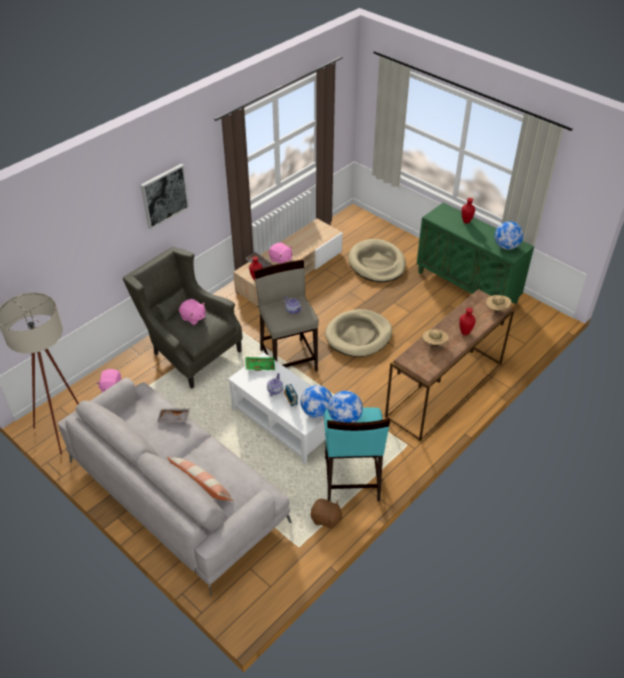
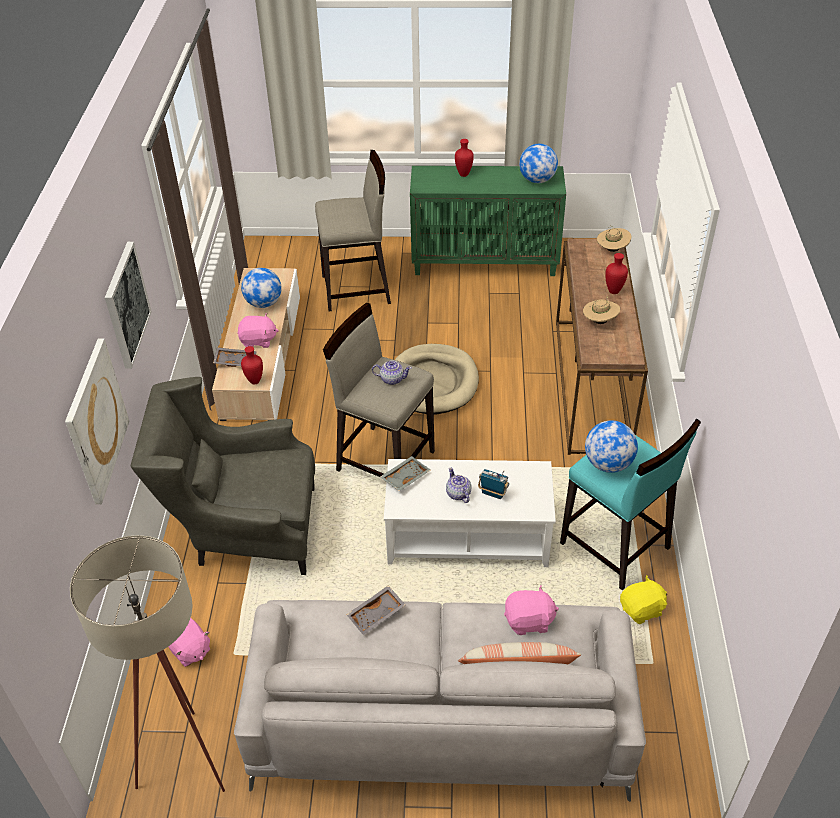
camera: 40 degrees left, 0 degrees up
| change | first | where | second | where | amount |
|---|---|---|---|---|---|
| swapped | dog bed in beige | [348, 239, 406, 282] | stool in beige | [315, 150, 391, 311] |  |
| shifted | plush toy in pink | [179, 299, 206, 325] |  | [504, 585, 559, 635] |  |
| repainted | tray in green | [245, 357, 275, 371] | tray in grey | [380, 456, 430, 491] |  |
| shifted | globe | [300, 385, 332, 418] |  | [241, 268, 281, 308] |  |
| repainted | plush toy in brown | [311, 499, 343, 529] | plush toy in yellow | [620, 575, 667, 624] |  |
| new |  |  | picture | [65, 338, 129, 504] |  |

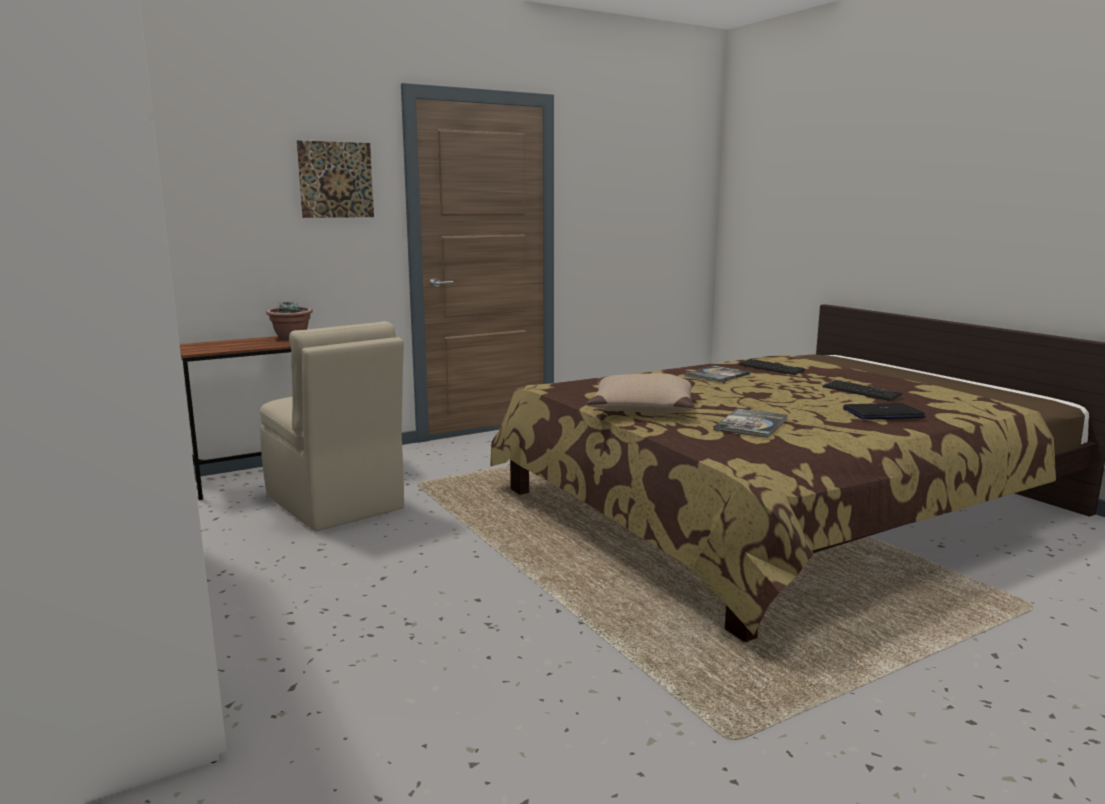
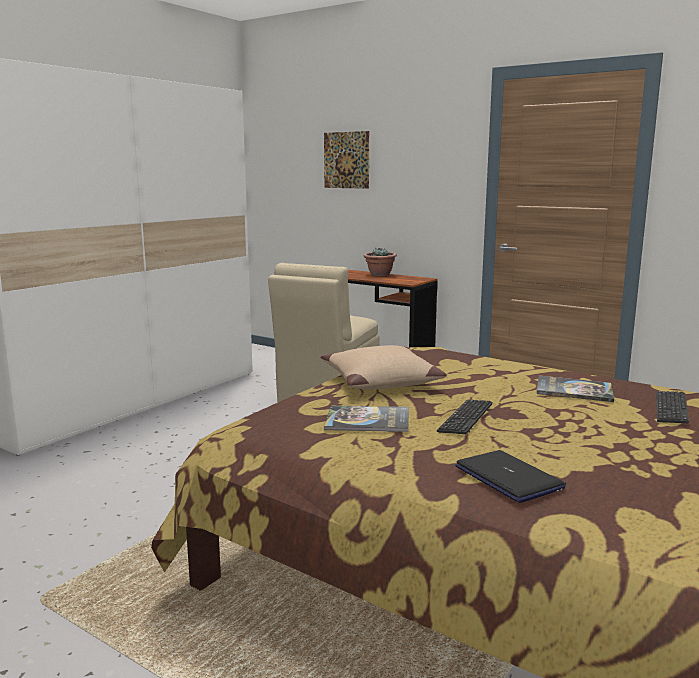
camera: 65 degrees right, 0 degrees up
| change | first | where | second | where | amount |
|---|---|---|---|---|---|
| shifted | picture | [297, 140, 374, 218] |  | [324, 131, 369, 189] |  |
| shifted | keyboard | [822, 380, 903, 401] |  | [437, 400, 493, 434] |  |

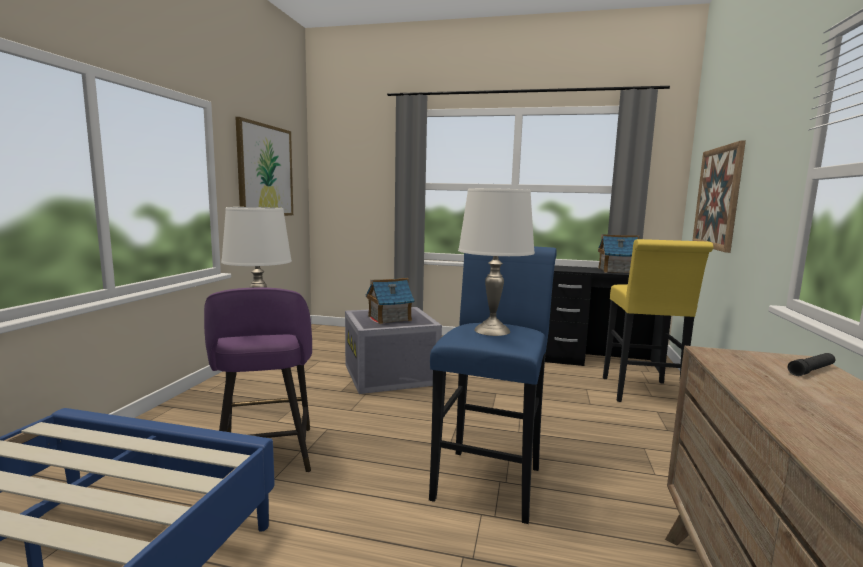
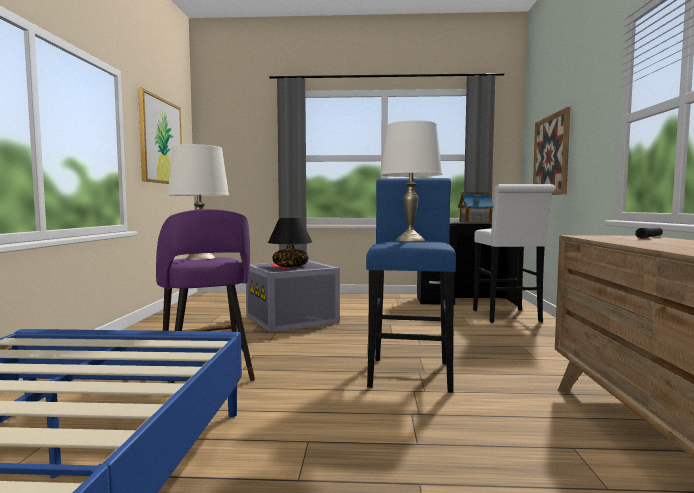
camera: 10 degrees left, 5 degrees down
| change | first | where | second | where | amount |
|---|---|---|---|---|---|
| repainted | stool in yellow | [603, 239, 713, 402] | stool in white | [473, 184, 555, 323] |  |
| swapped | toy house | [366, 278, 415, 324] | table lamp in black | [268, 218, 312, 267] |  |

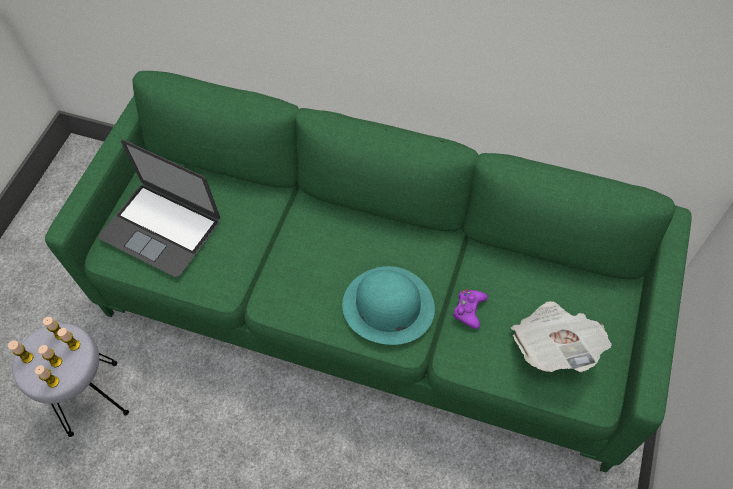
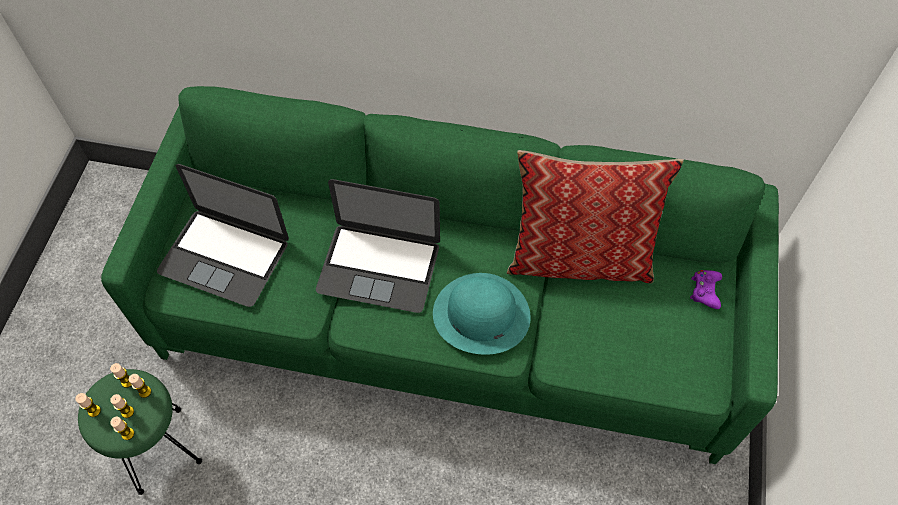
camera: 10 degrees left, 0 degrees up
| change | first | where | second | where | amount |
|---|---|---|---|---|---|
| shifted | game controller in purple | [452, 289, 488, 329] |  | [690, 270, 722, 309] |  |
| gone | newspaper | [511, 301, 612, 372] |  |  |  |
| repainted | stool in grey | [12, 323, 129, 437] | stool in green | [78, 369, 202, 495] |  |
| new |  |  | pillow | [507, 150, 684, 283] |  |
| new |  |  | laptop | [316, 179, 440, 313] |  |

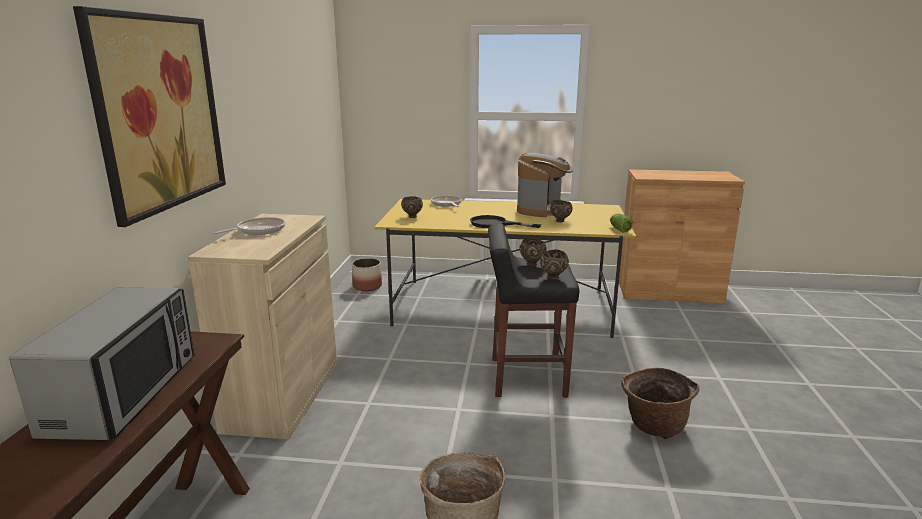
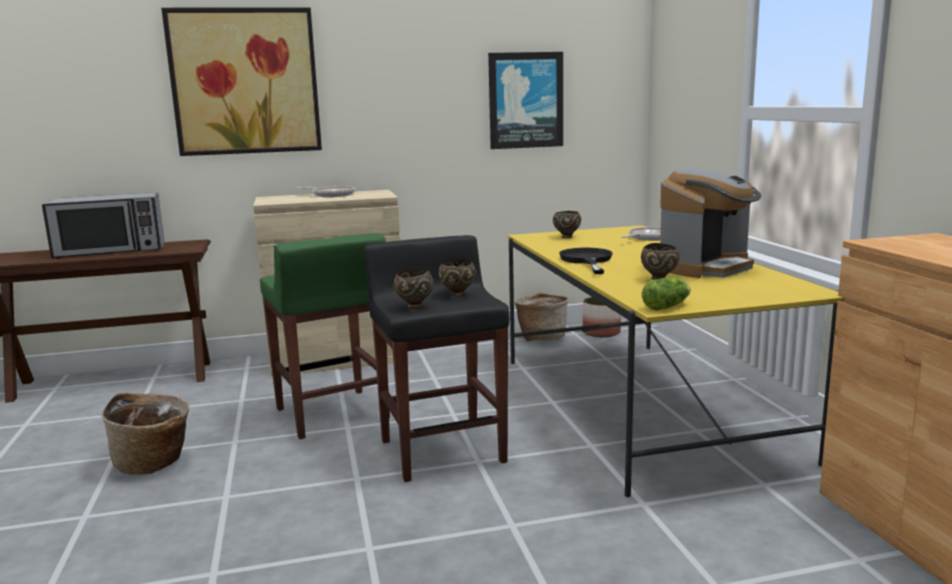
camera: 70 degrees right, 5 degrees down
| change | first | where | second | where | amount |
|---|---|---|---|---|---|
| rotated | coffee machine | [517, 153, 573, 217] |  | [660, 169, 761, 278] | 45 degrees counterclockwise |
| shifted | basket | [621, 368, 700, 439] |  | [514, 292, 568, 341] |  |
| new |  |  | picture | [488, 52, 563, 149] |  |
| new |  |  | stool in green | [260, 233, 390, 439] |  |

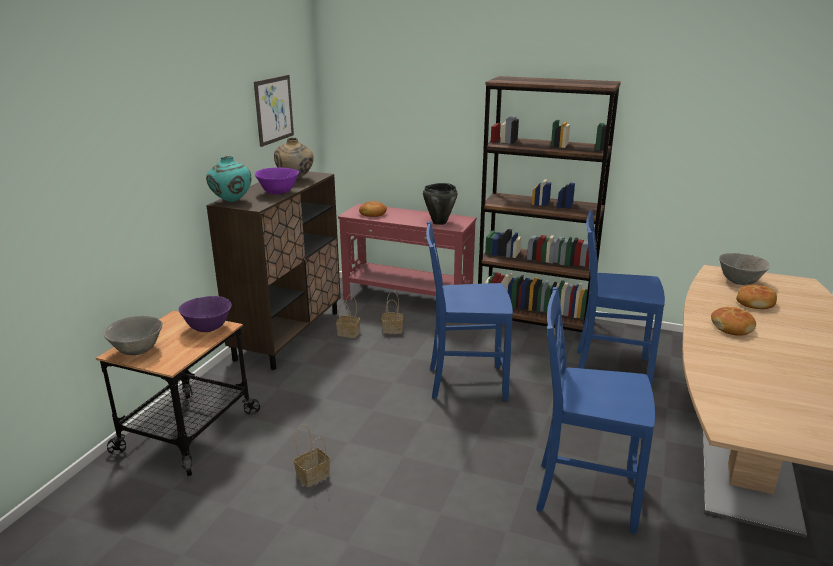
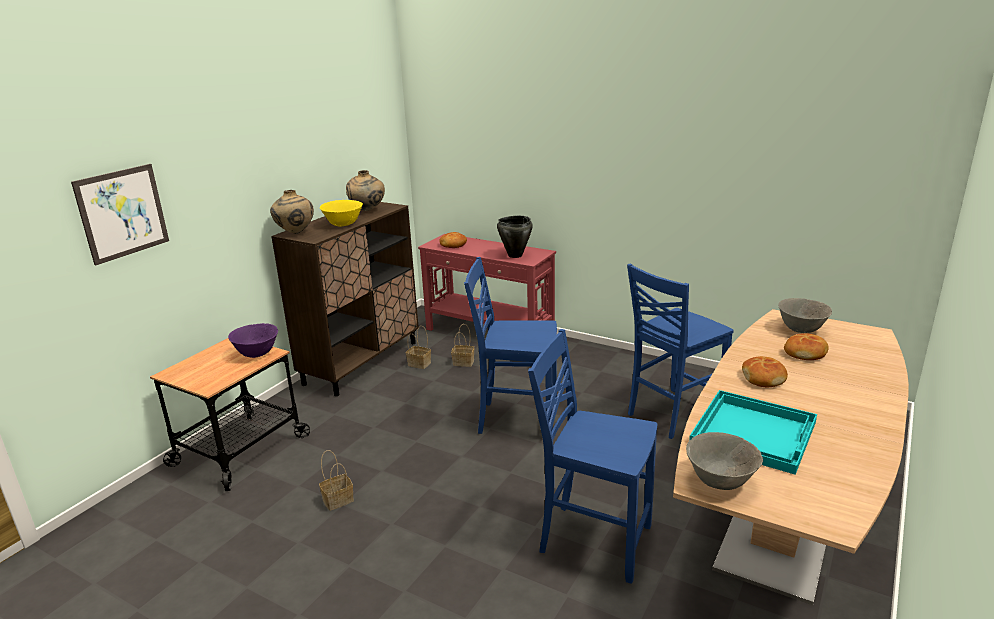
camera: 10 degrees right, 0 degrees up
| change | first | where | second | where | amount |
|---|---|---|---|---|---|
| shifted | picture | [254, 75, 294, 147] |  | [71, 164, 169, 265] |  |
| gone | bookcase in brown | [478, 76, 621, 332] |  |  |  |
| repainted | vase in turquoise | [206, 156, 251, 202] | vase in beige | [270, 190, 314, 234] |  |
| repainted | bowl in purple | [255, 168, 299, 194] | bowl in yellow | [320, 200, 363, 226] |  |
| rotated | chair in blue | [577, 210, 665, 387] |  | [627, 263, 734, 439] | 60 degrees counterclockwise |
| shifted | bowl in grey | [104, 316, 163, 355] |  | [686, 432, 763, 490] |  |
| new |  |  | tray in turquoise | [689, 390, 817, 475] |  |

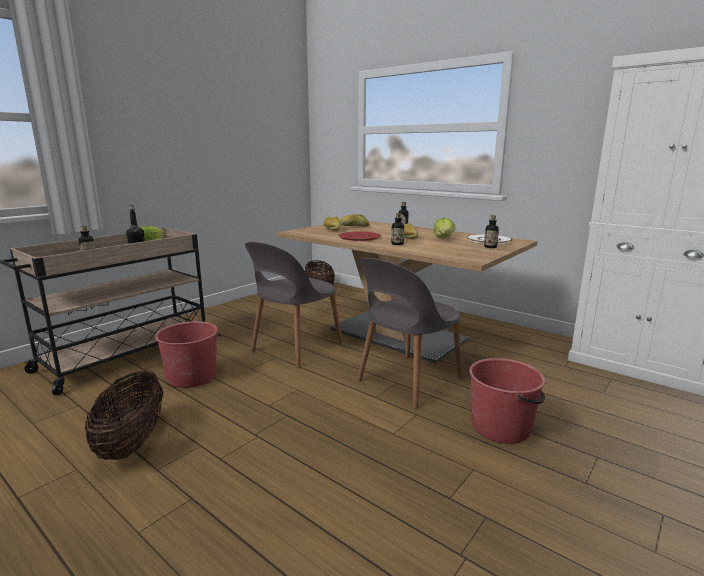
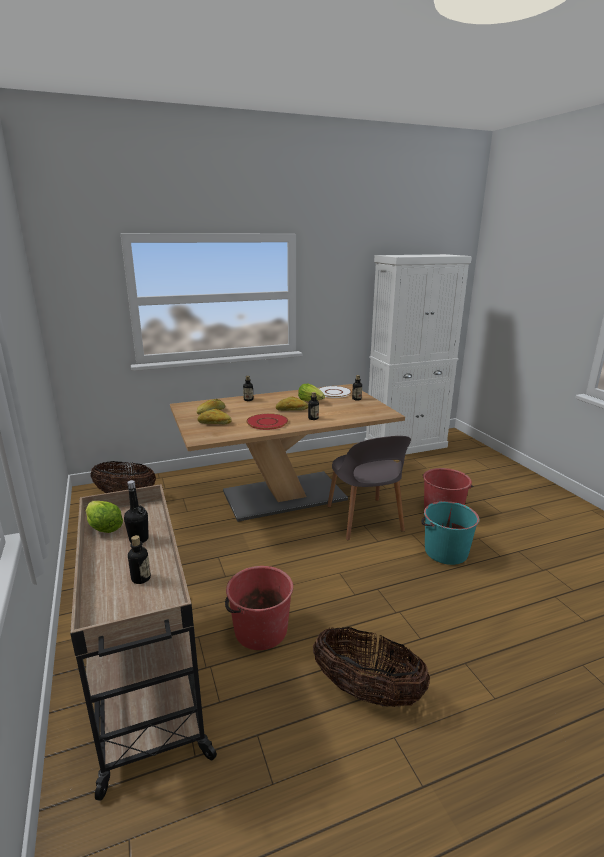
camera: 60 degrees left, 5 degrees up
| change | first | where | second | where | amount |
|---|---|---|---|---|---|
| gone | chair in grey | [245, 242, 343, 368] |  |  |  |
| new |  |  | bucket in turquoise | [421, 501, 479, 565] |  |

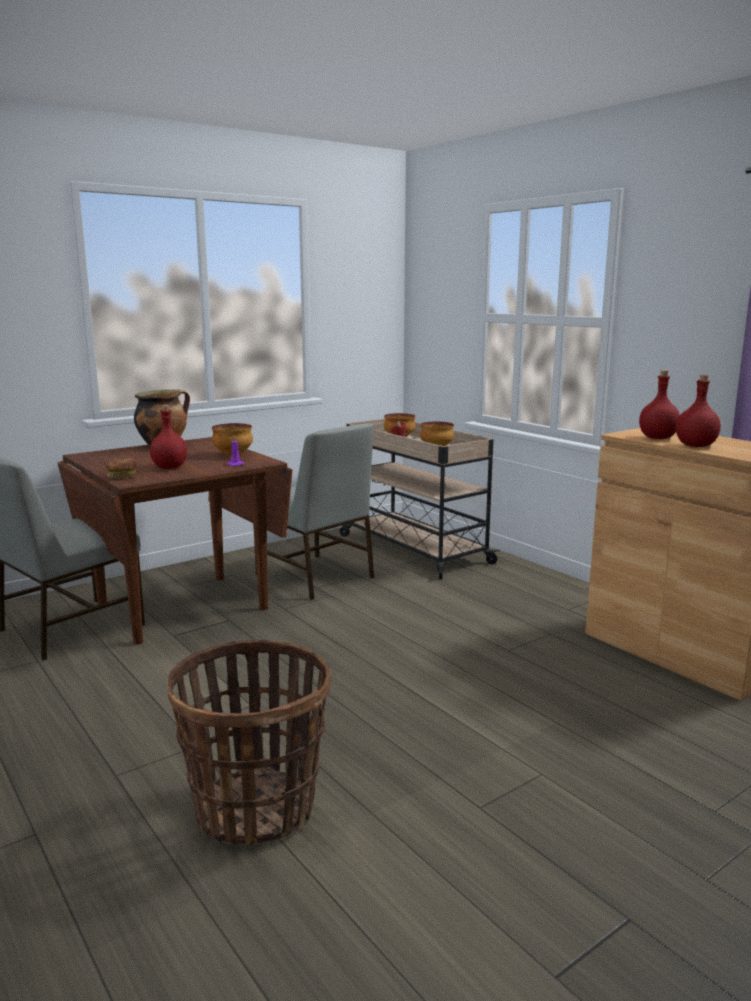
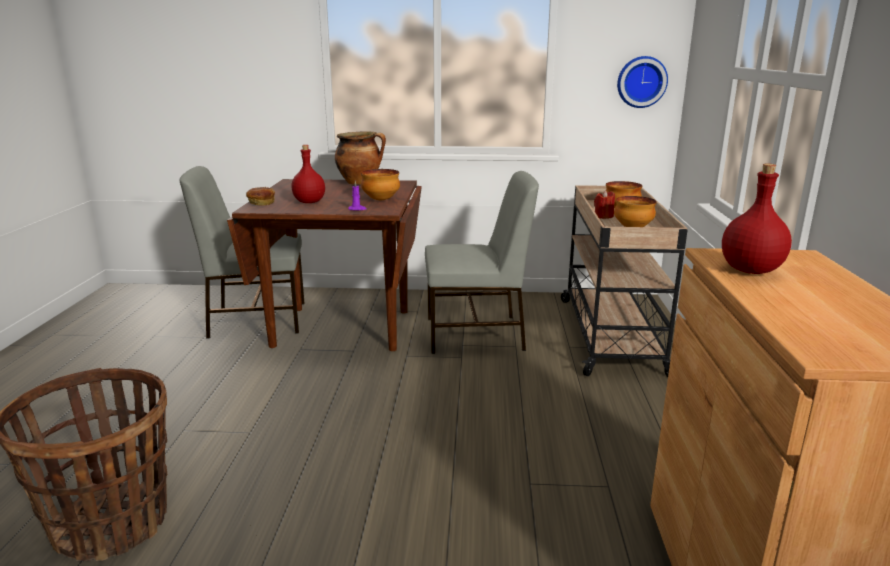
camera: 40 degrees right, 5 degrees up
| change | first | where | second | where | amount |
|---|---|---|---|---|---|
| gone | bottle in red | [676, 375, 721, 447] |  |  |  |
| rotated | chair in grey | [254, 423, 374, 599] |  | [425, 171, 539, 354] | 90 degrees counterclockwise |
| new |  |  | wall clock | [617, 56, 668, 108] |  |

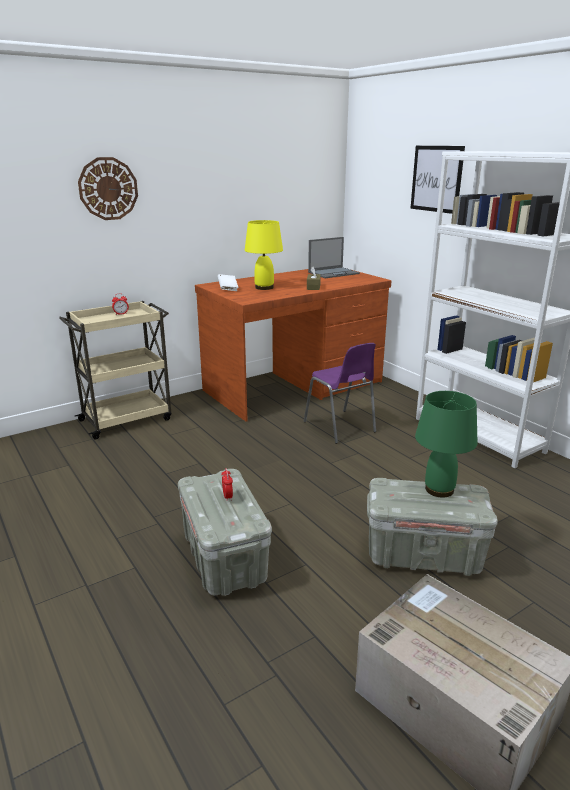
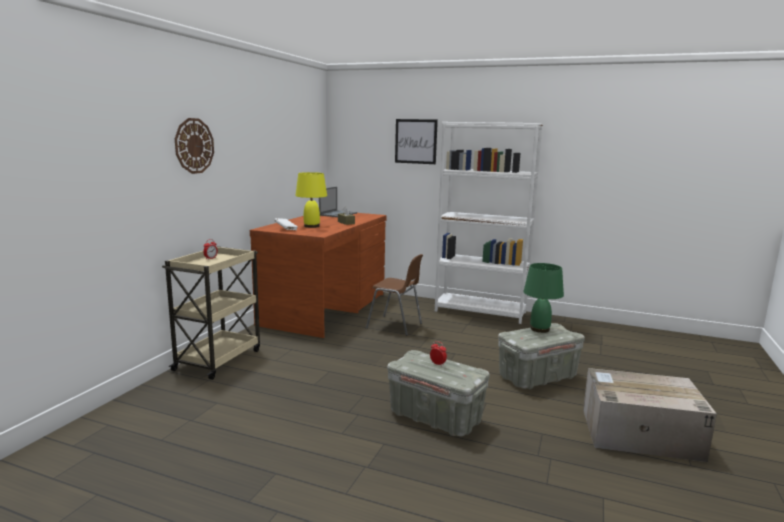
camera: 35 degrees left, 10 degrees down
| change | first | where | second | where | amount |
|---|---|---|---|---|---|
| repainted | chair in purple | [304, 343, 376, 444] | chair in brown | [366, 254, 423, 336] |  |

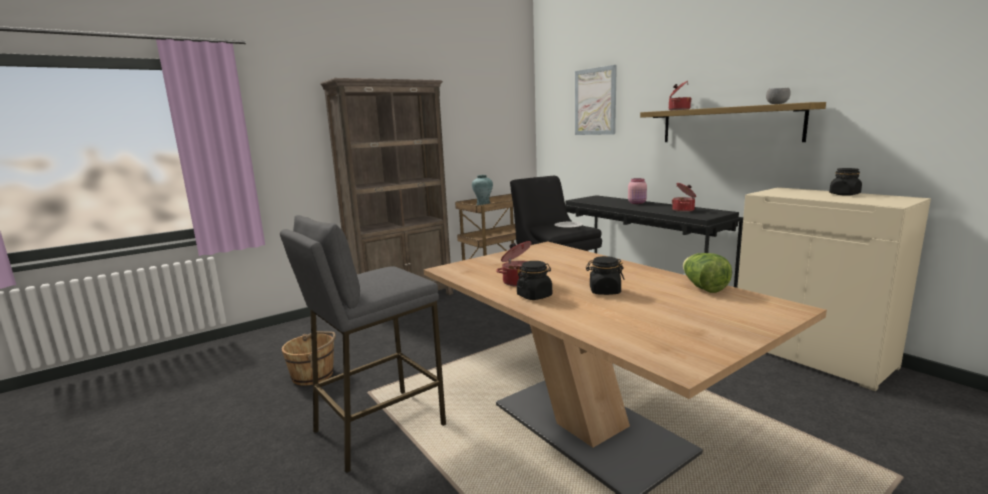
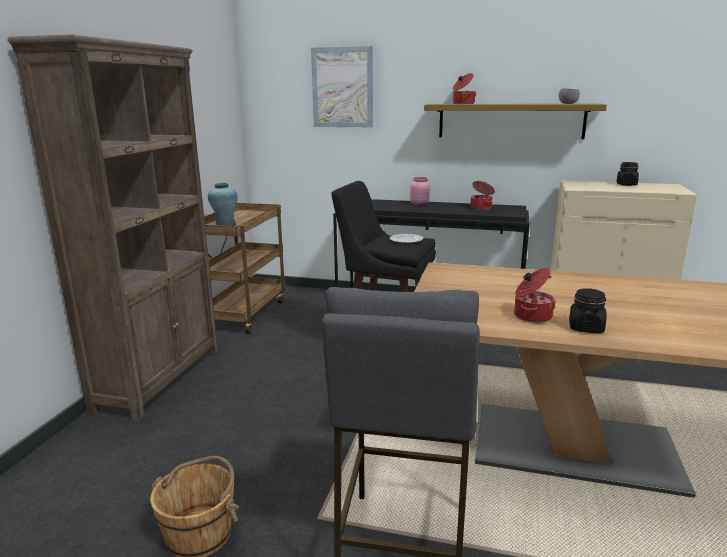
camera: 40 degrees left, 5 degrees up
| change | first | where | second | where | amount |
|---|---|---|---|---|---|
| gone | lettuce | [683, 253, 732, 293] |  |  |  |
| gone | jar in black | [586, 256, 625, 295] |  |  |  |

